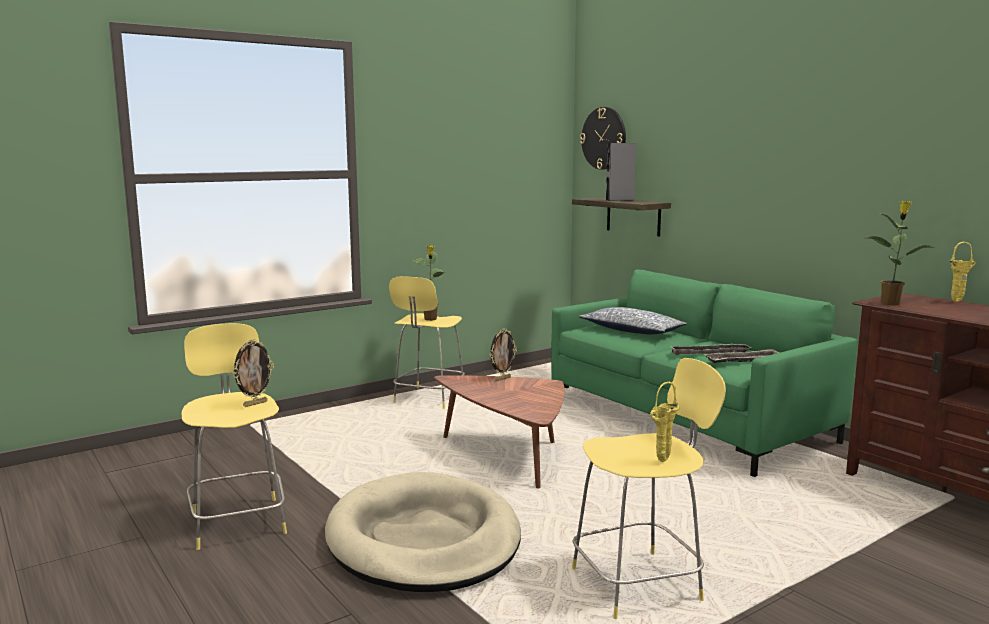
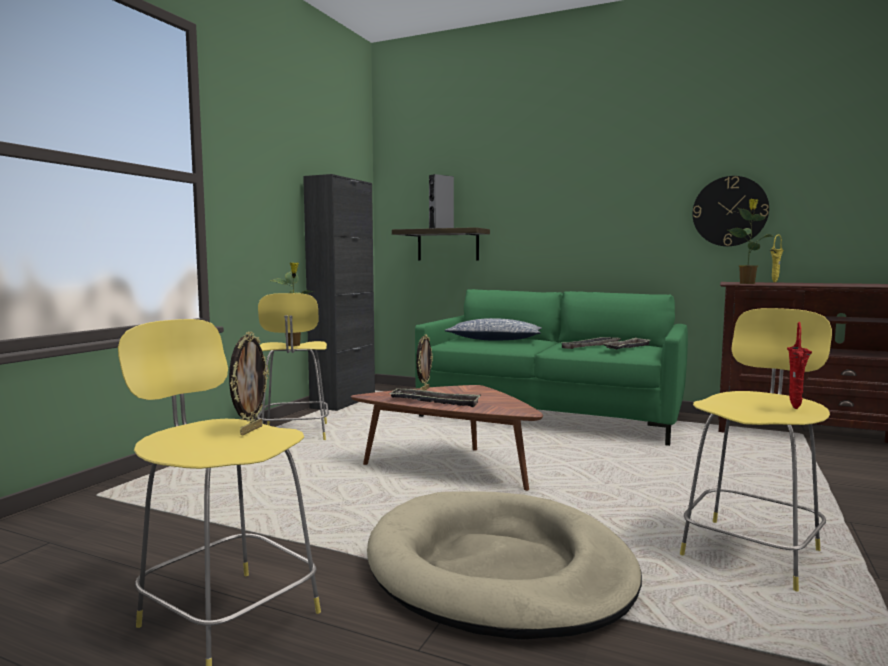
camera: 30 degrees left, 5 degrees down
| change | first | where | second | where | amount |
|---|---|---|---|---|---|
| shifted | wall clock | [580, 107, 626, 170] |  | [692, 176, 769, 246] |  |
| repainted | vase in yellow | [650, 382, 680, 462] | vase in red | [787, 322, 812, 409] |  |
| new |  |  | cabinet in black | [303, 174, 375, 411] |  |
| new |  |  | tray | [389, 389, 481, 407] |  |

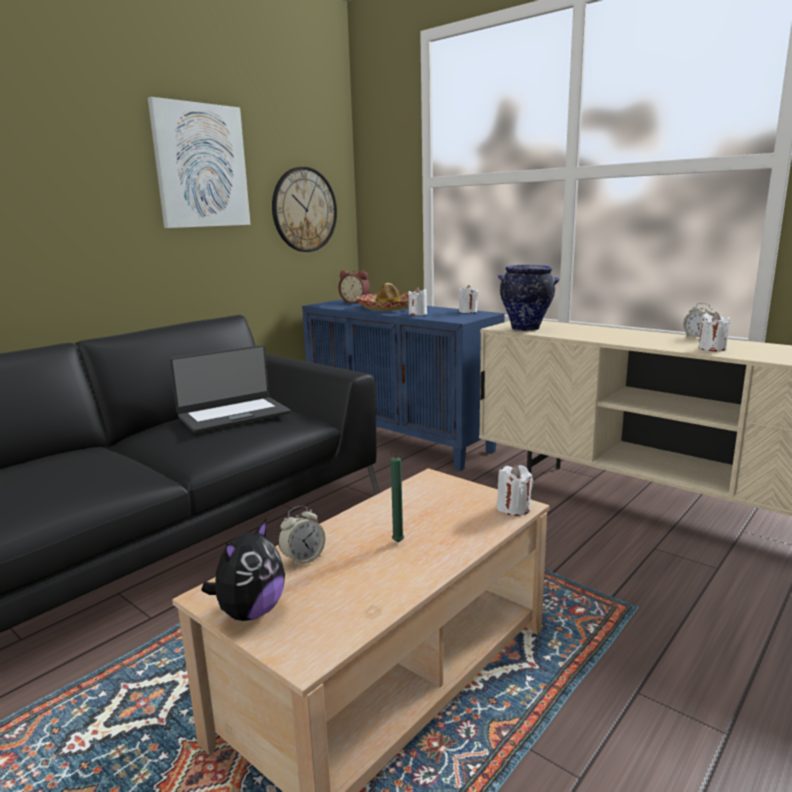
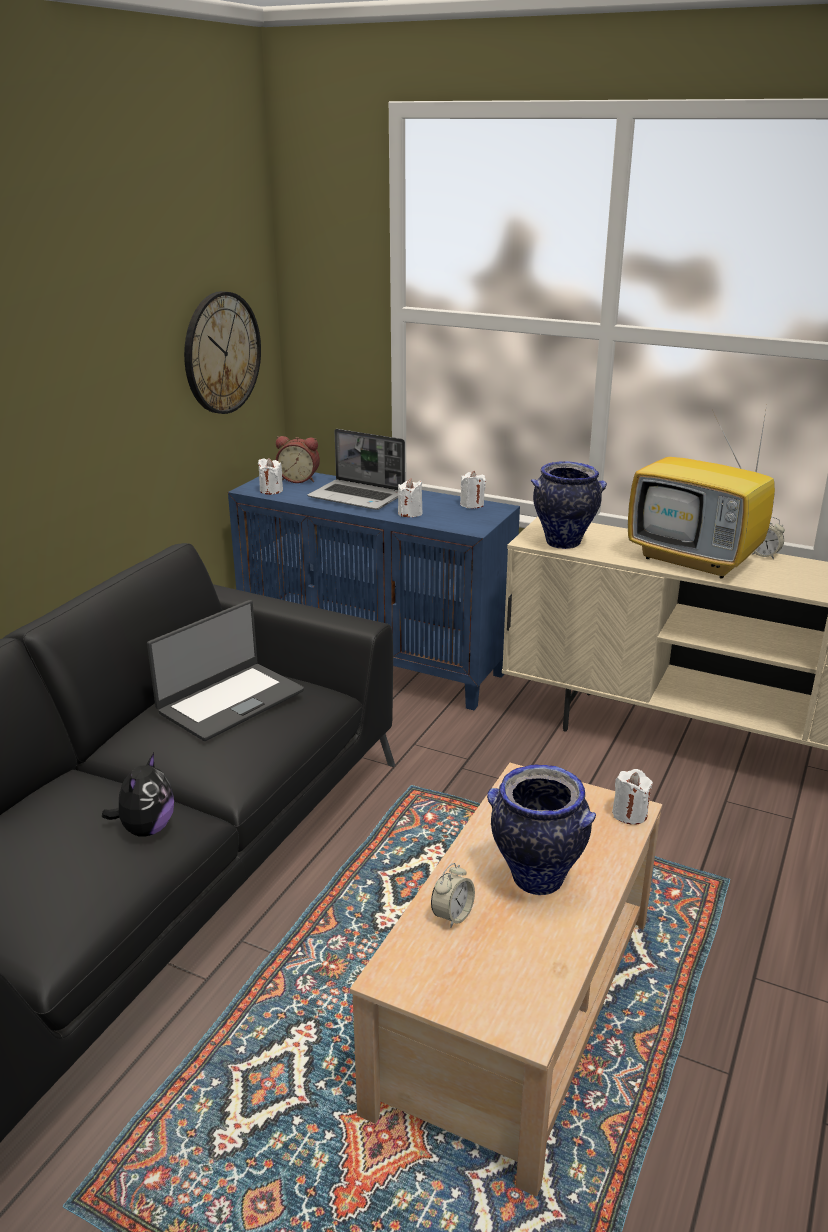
camera: 15 degrees left, 10 degrees up
| change | first | where | second | where | amount |
|---|---|---|---|---|---|
| gone | picture | [148, 97, 251, 228] |  |  |  |
| swapped | hat | [356, 283, 409, 311] | laptop | [307, 429, 405, 510] |  |
| shifted | candle in white | [698, 312, 730, 351] |  | [258, 458, 283, 495] |  |
| swapped | candle in green | [389, 453, 404, 542] | vase | [487, 765, 596, 895] |  |
| shifted | plush toy | [201, 519, 285, 621] |  | [102, 753, 174, 837] |  |
| new |  |  | television | [628, 406, 775, 578] |  |

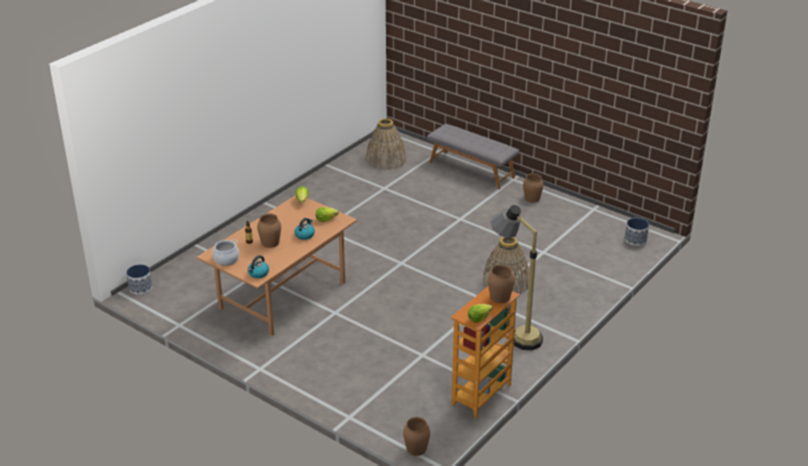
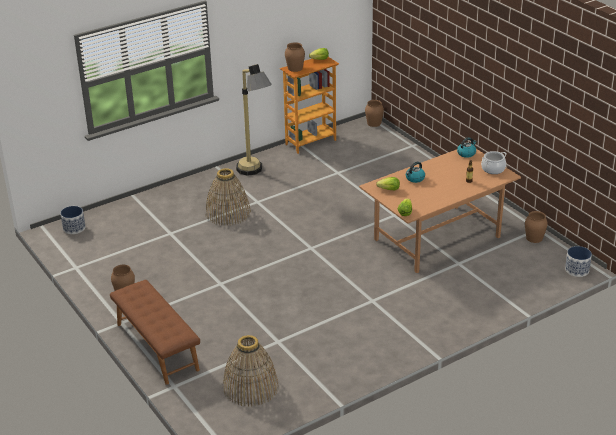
camera: 160 degrees left, 0 degrees up
| change | first | where | second | where | amount |
|---|---|---|---|---|---|
| repainted | bench in grey | [427, 124, 519, 189] | bench in brown | [110, 280, 200, 385] |  |
| shifted | vase in brown | [257, 213, 281, 248] |  | [525, 211, 548, 243] |  |

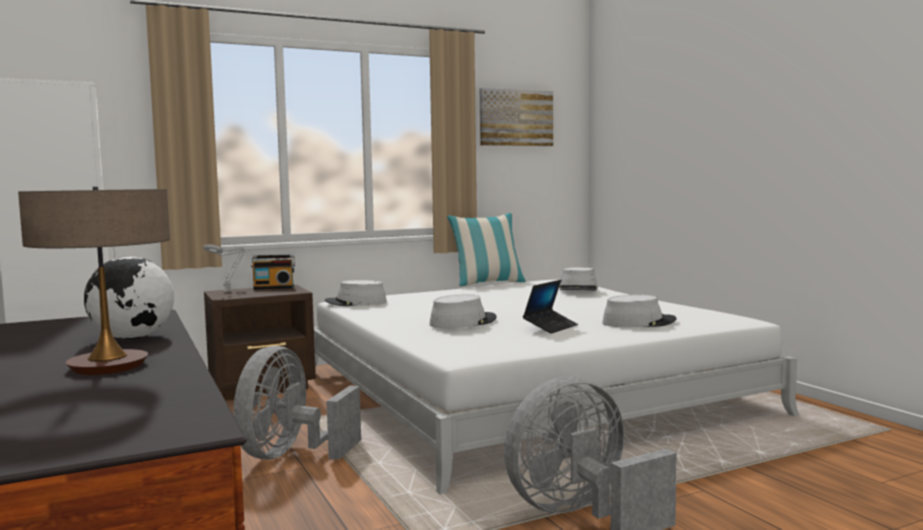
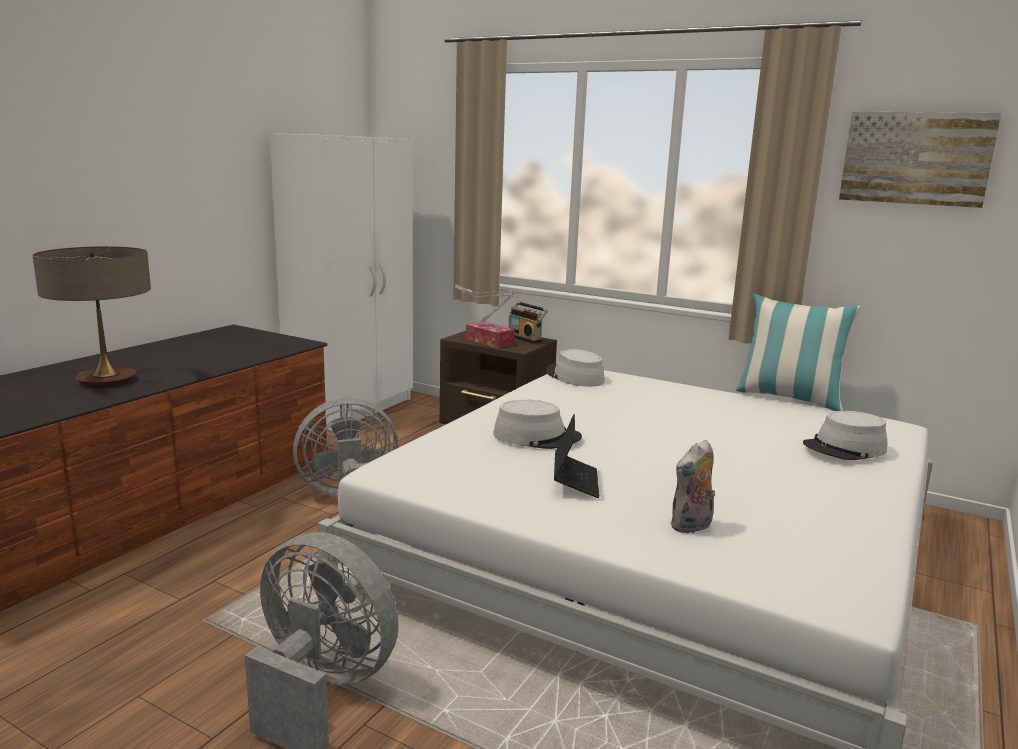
camera: 55 degrees right, 10 degrees up
| change | first | where | second | where | amount |
|---|---|---|---|---|---|
| gone | globe | [84, 256, 174, 339] |  |  |  |
| rotated | laptop | [523, 280, 578, 334] |  | [554, 414, 599, 498] | 90 degrees counterclockwise |
| swapped | hat in grey | [602, 295, 676, 327] | plush toy | [670, 440, 715, 533] |  |
| new |  |  | tissue box | [466, 321, 515, 348] |  |

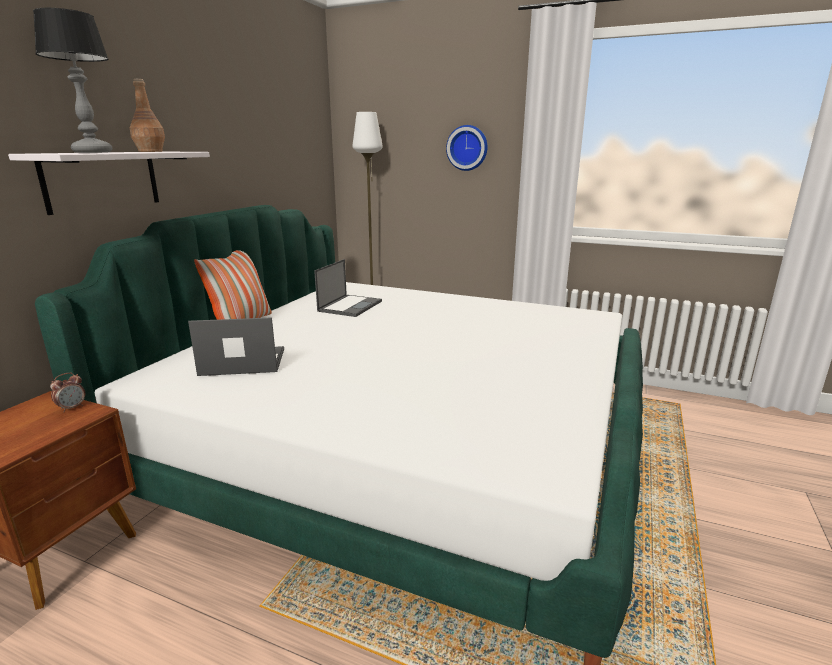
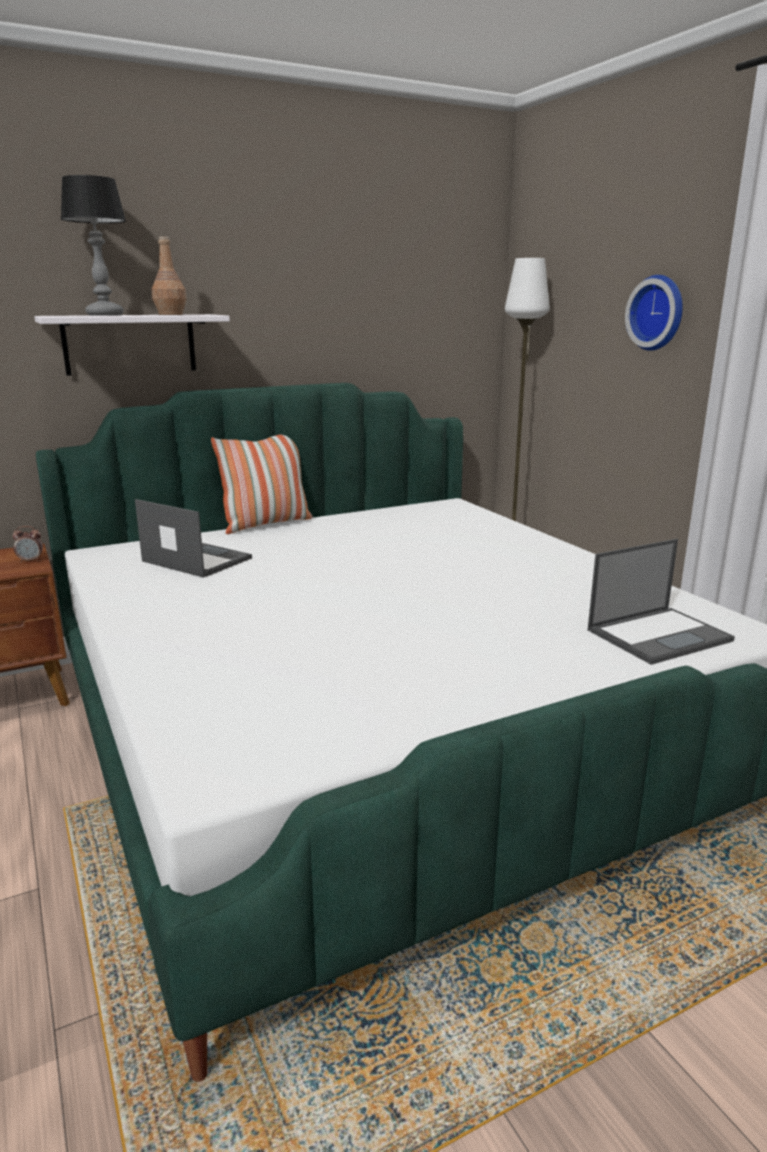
camera: 40 degrees right, 0 degrees up
| change | first | where | second | where | amount |
|---|---|---|---|---|---|
| shifted | laptop | [314, 259, 382, 317] |  | [588, 539, 735, 665] |  |

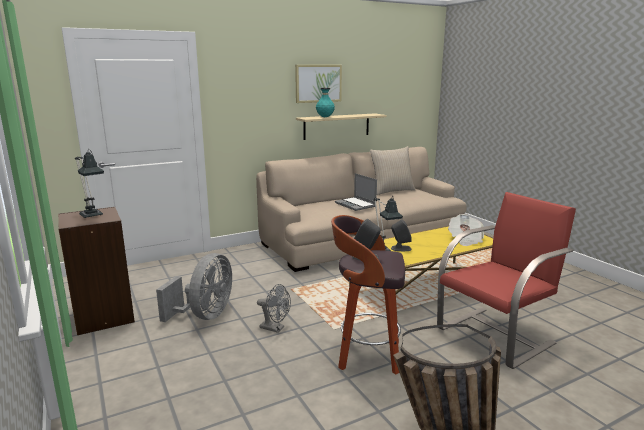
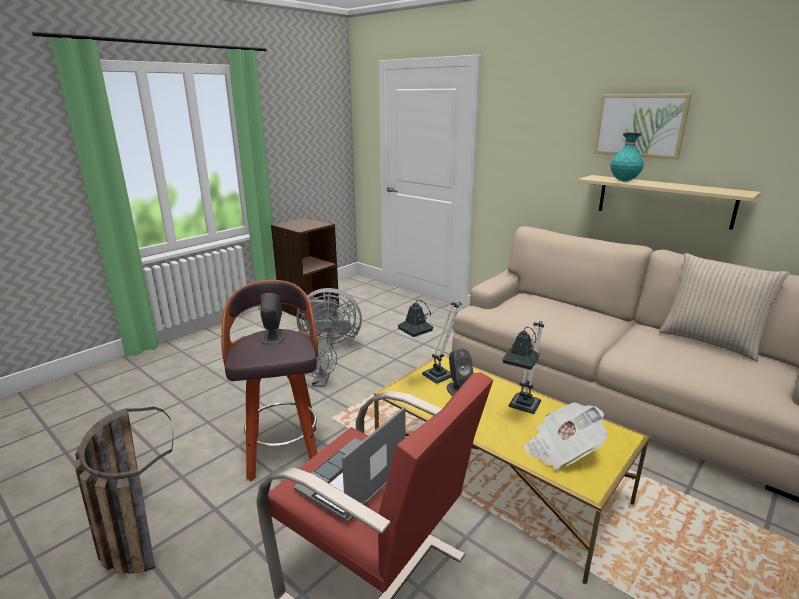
camera: 70 degrees right, 5 degrees up
| change | first | where | second | where | amount |
|---|---|---|---|---|---|
| shifted | table lamp | [75, 149, 104, 218] |  | [502, 321, 544, 414] |  |
| shifted | laptop | [335, 173, 377, 211] |  | [294, 407, 405, 522] |  |

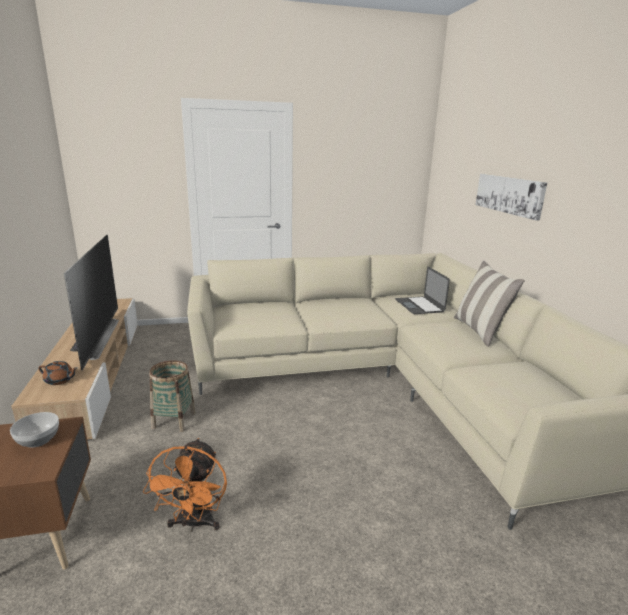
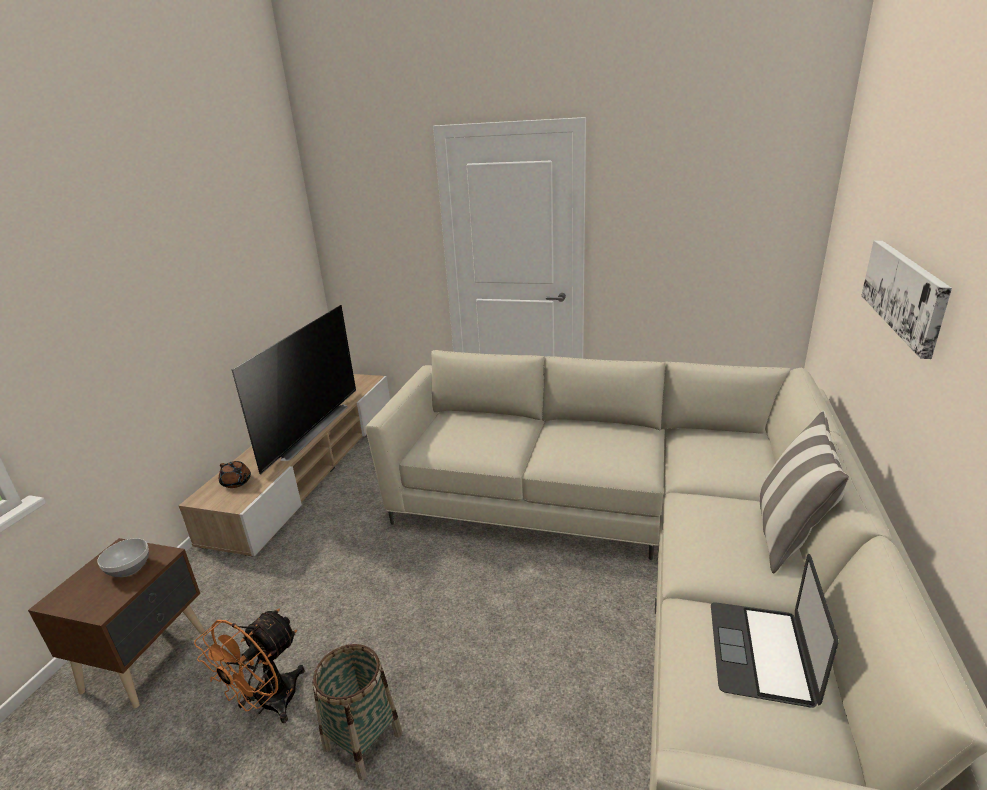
camera: 30 degrees right, 5 degrees up
| change | first | where | second | where | amount |
|---|---|---|---|---|---|
| shifted | laptop | [395, 267, 450, 314] |  | [711, 554, 838, 708] |  |
| shifted | basket | [149, 360, 196, 432] |  | [312, 644, 403, 780] |  |

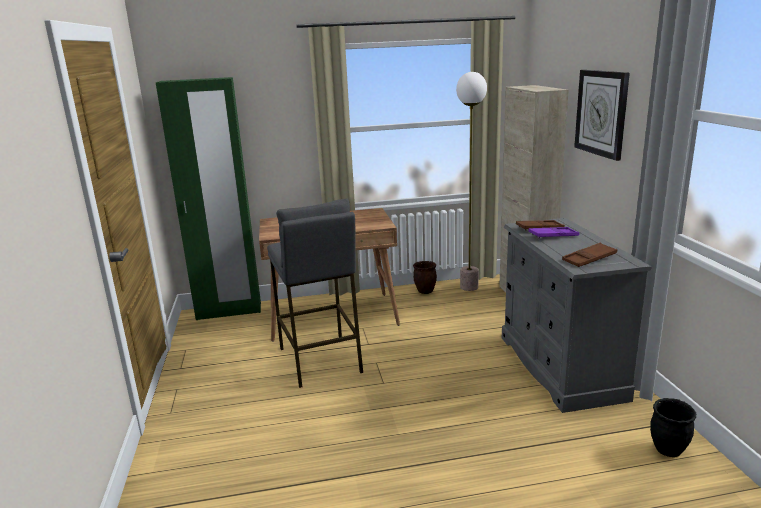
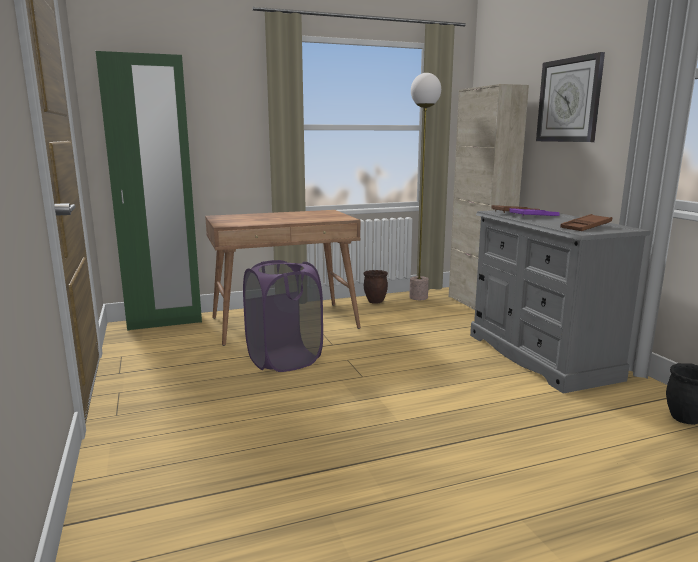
camera: 10 degrees left, 5 degrees down
| change | first | where | second | where | amount |
|---|---|---|---|---|---|
| swapped | stool in grey | [267, 198, 363, 388] | laundry basket in purple | [243, 260, 323, 372] |  |

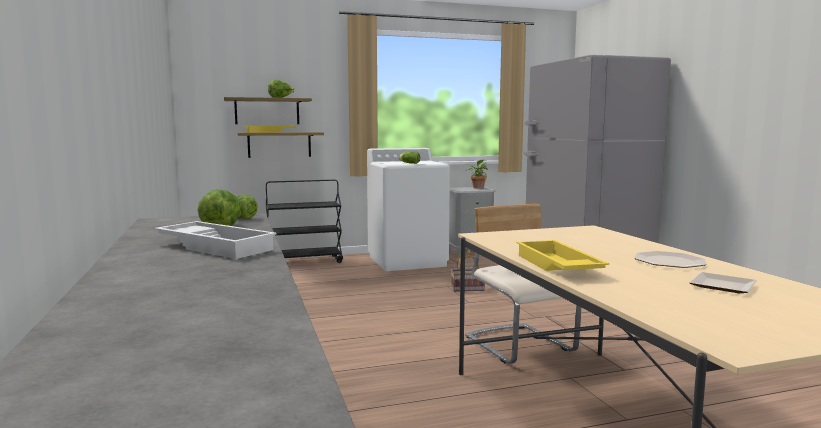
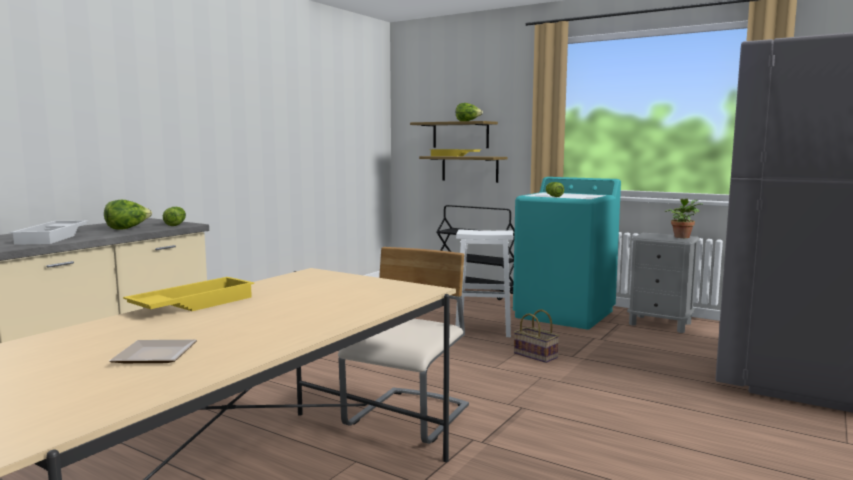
camera: 50 degrees right, 0 degrees up
| change | first | where | second | where | amount |
|---|---|---|---|---|---|
| repainted | washing machine in white | [367, 148, 450, 271] | washing machine in turquoise | [513, 177, 621, 330] |  |
| gone | plate | [634, 251, 706, 268] |  |  |  |
| new |  |  | stool in white | [455, 229, 513, 337] |  |

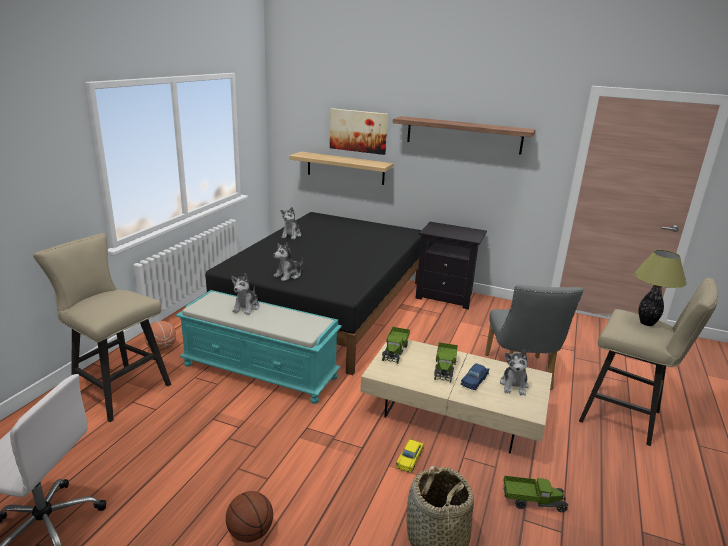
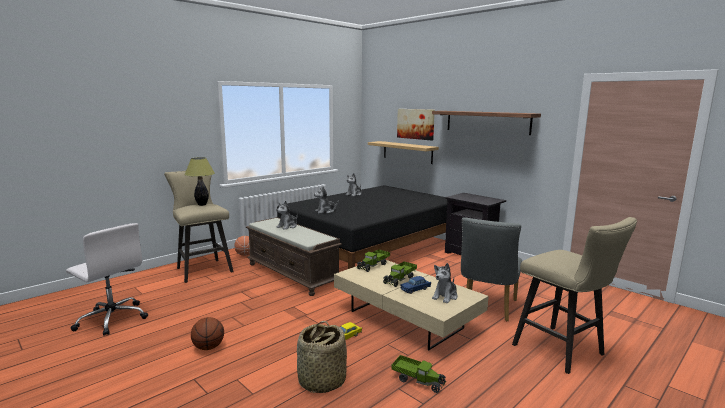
camera: 25 degrees right, 10 degrees down
| change | first | where | second | where | amount |
|---|---|---|---|---|---|
| shifted | table lamp | [634, 250, 687, 326] |  | [184, 157, 215, 206] |  |
| repainted | bench in turquoise | [176, 290, 342, 404] | bench in brown | [246, 217, 342, 296] |  |

